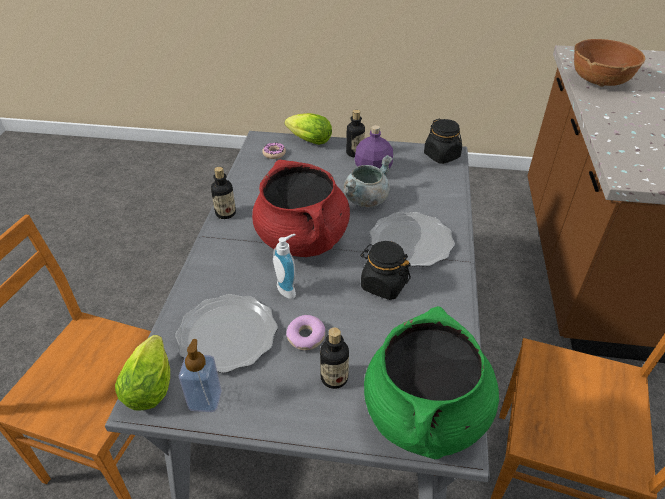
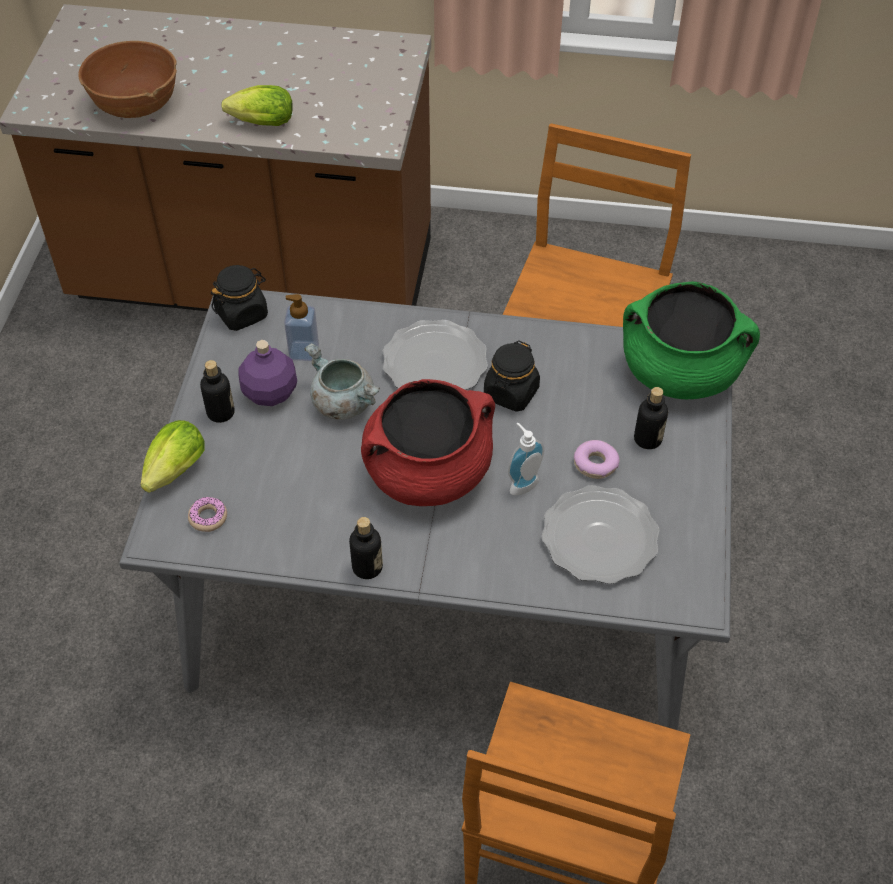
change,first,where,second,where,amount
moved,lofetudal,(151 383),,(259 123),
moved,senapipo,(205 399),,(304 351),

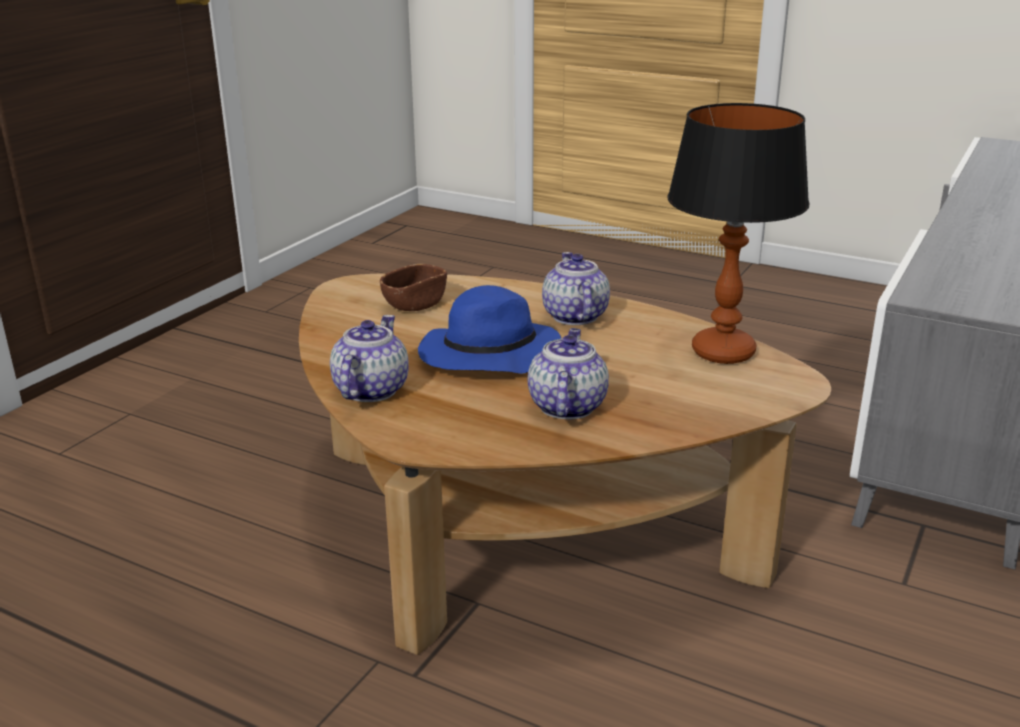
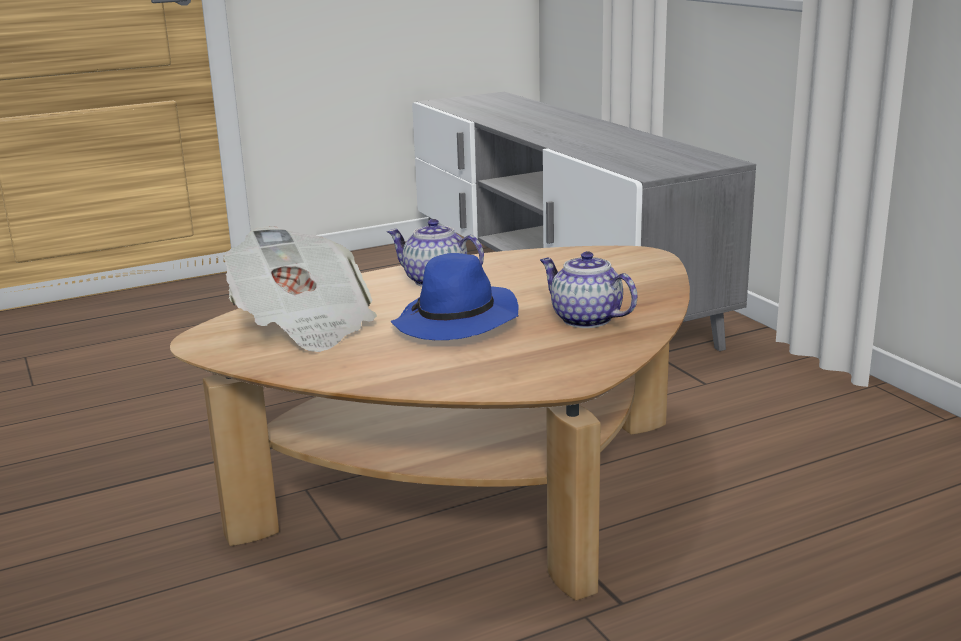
change,first,where,second,where,amount
removed,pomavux,(370 390),,,
removed,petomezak,(724 352),,,
replaced,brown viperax,(414 304),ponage,(304 325),

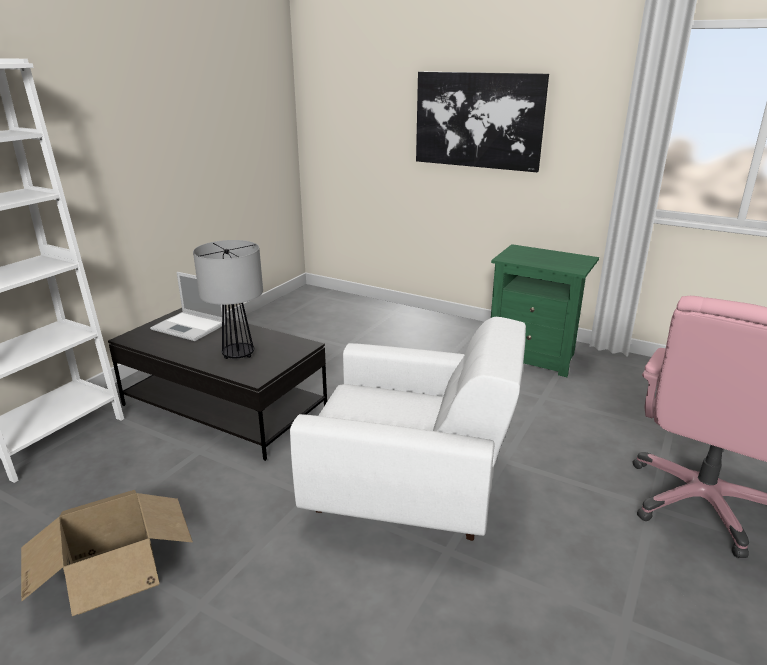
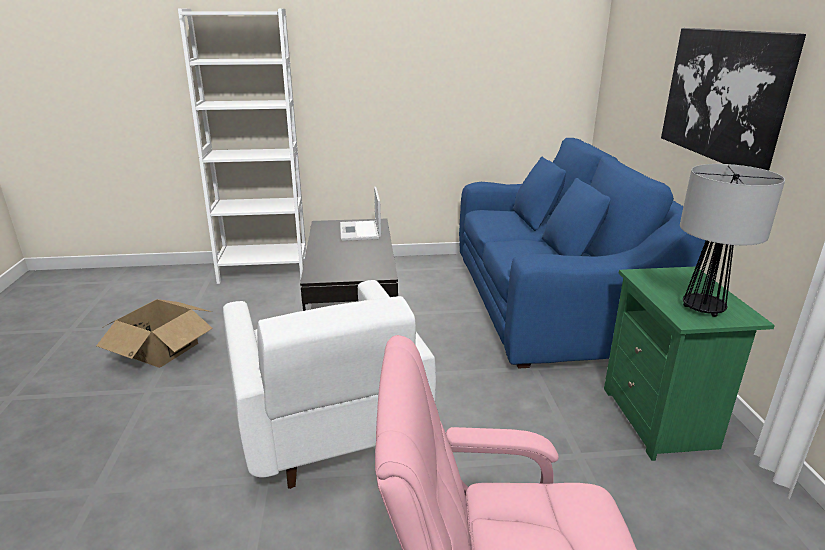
change,first,where,second,where,amount
added,,,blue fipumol,(548 302),
moved,petomezak,(239 354),,(703 309),

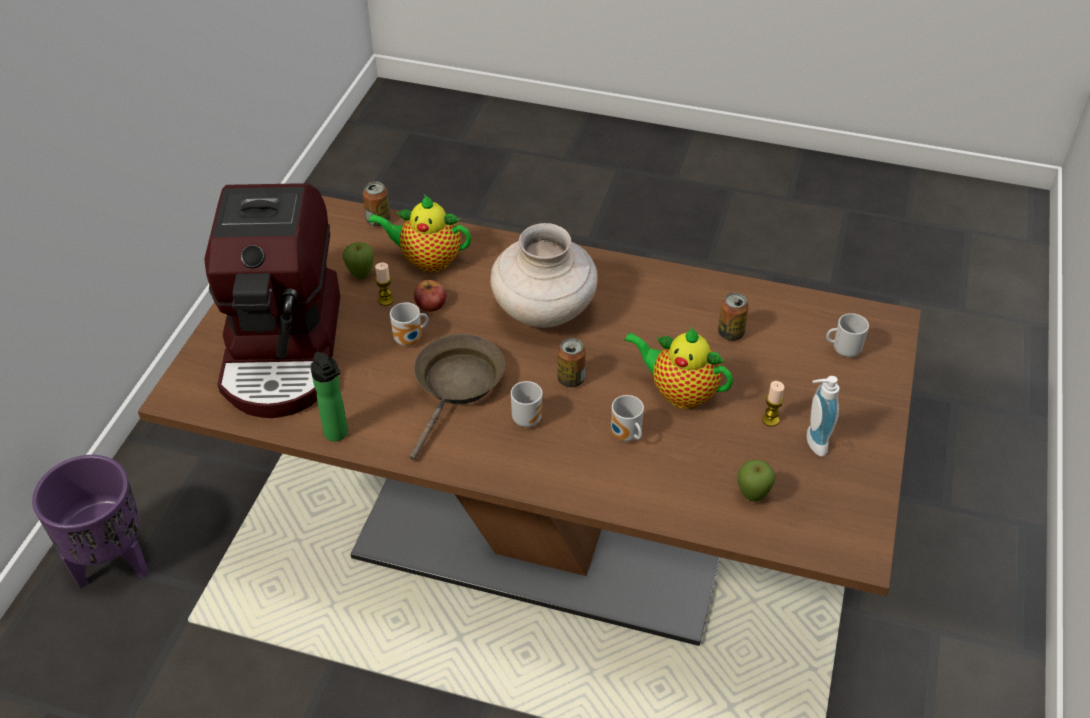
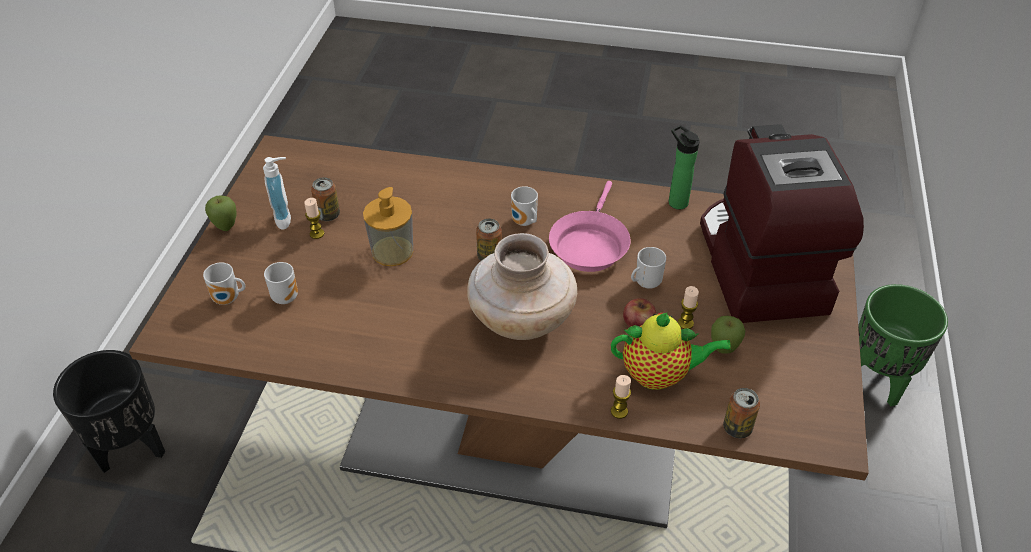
change,first,where,second,where,amount
added,,,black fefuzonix,(132 448),
added,,,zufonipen,(619 411),
moved,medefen,(625 436),,(285 296),
moved,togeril,(730 333),,(328 215),
moved,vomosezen,(752 497),,(226 227),
replaced,pomavux,(679 392),senapipo,(392 251),
recoloured,purple fefuzonix,(113 564),green fefuzonix,(876 381),
recoloured,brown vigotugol,(457 386),pink vigotugol,(589 244),

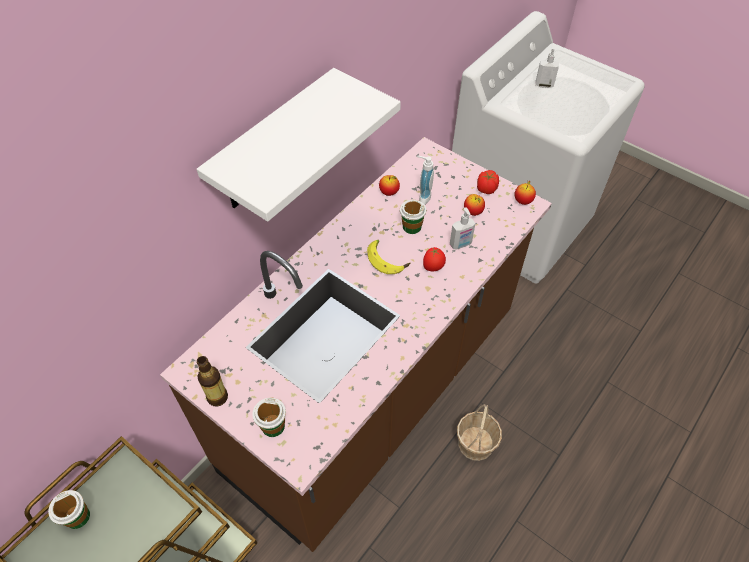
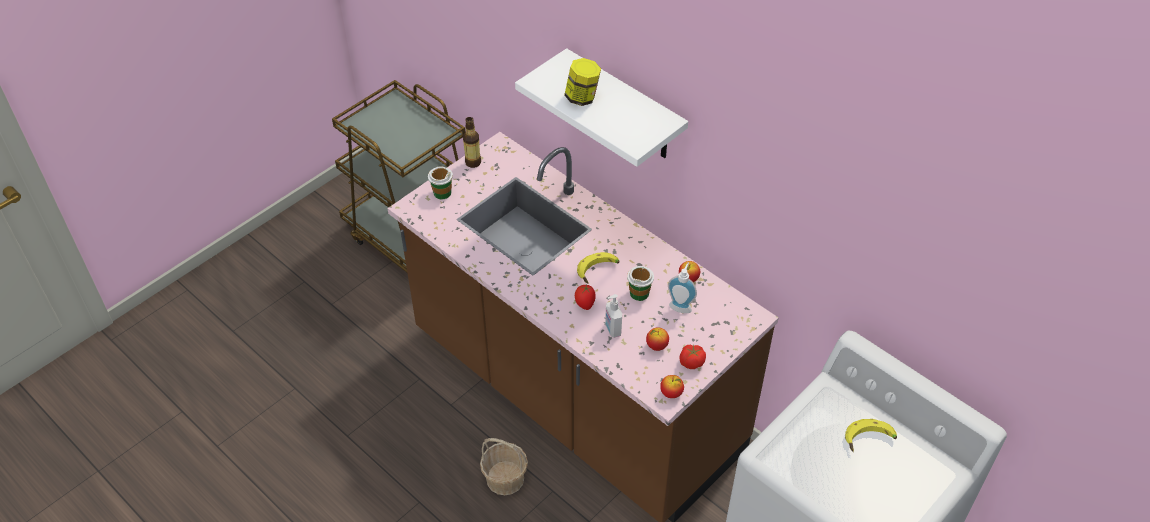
change,first,where,second,where,amount
removed,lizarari,(78 517),,,
added,,,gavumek,(582 98),
replaced,senapipo,(544 85),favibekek,(869 440),

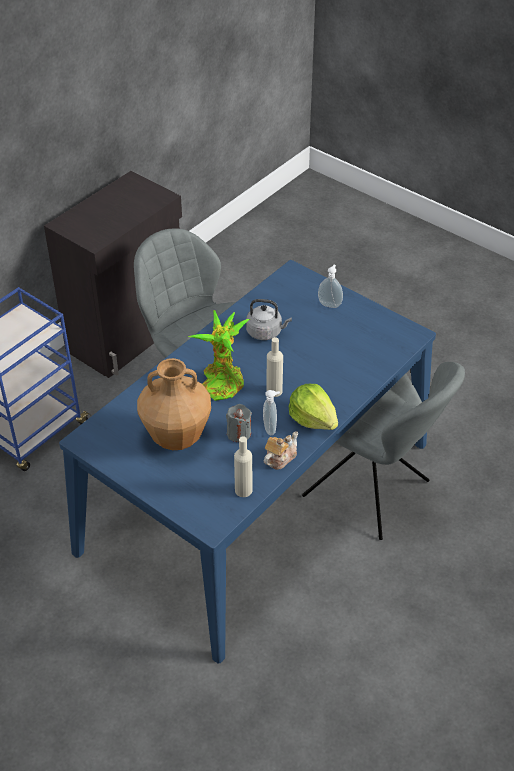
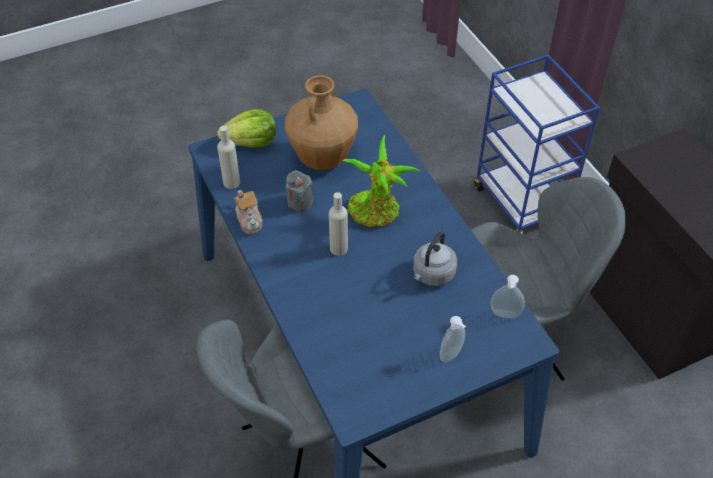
change,first,where,second,where,amount
moved,senapipo,(271 428),,(505 315),
moved,lofetudal,(313 418),,(251 142),

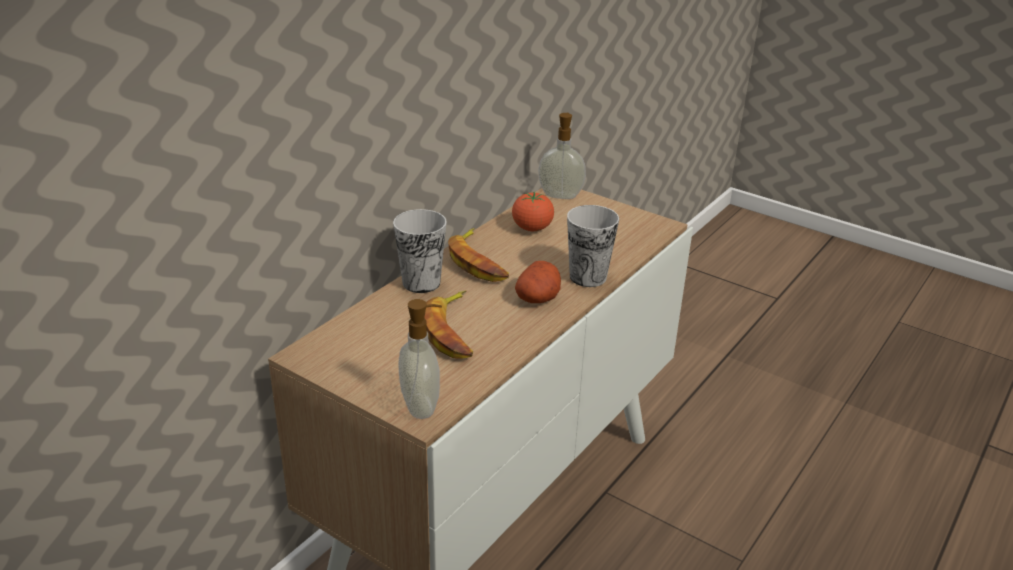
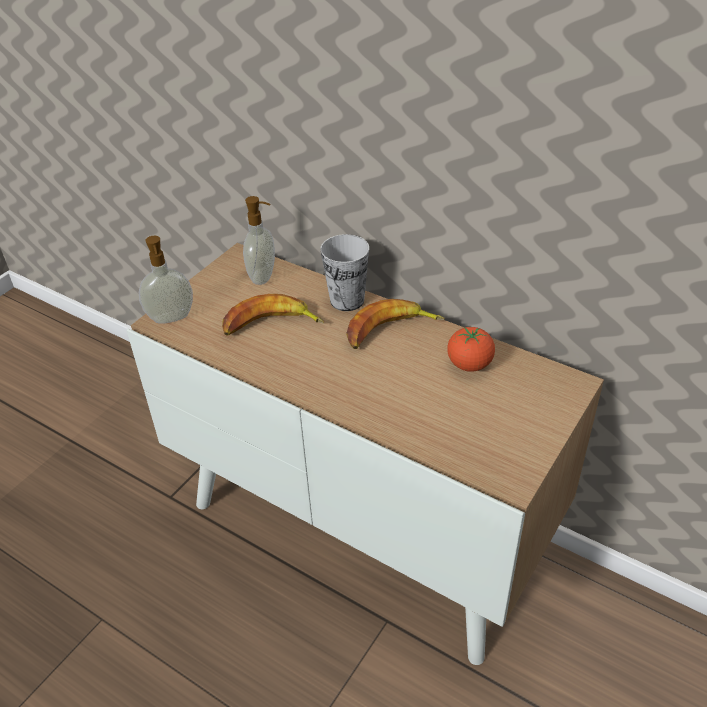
change,first,where,second,where,amount
removed,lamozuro,(538 298),,,
removed,lizarari,(588 277),,,
moved,senapipo,(560 195),,(263 276),

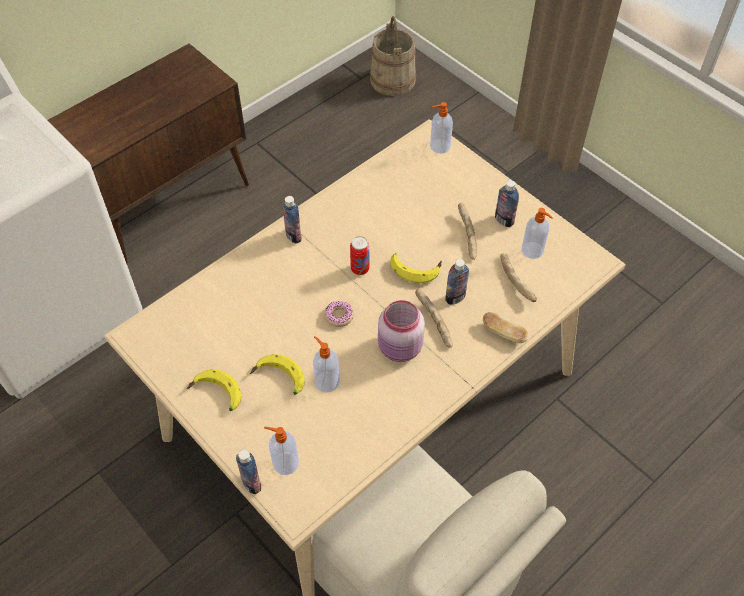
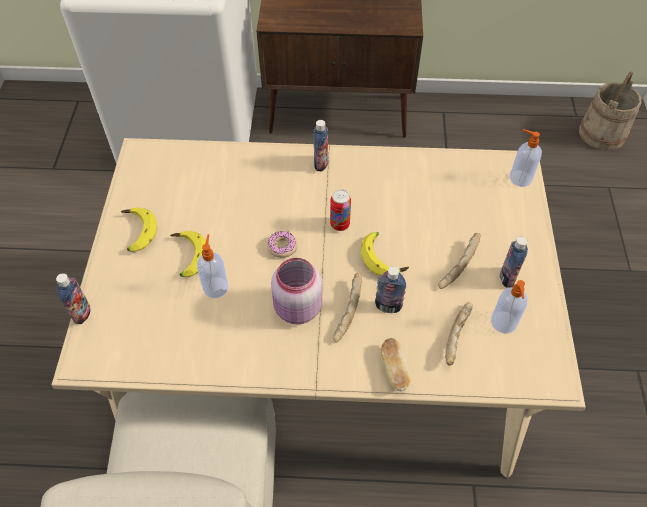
change,first,where,second,where,amount
removed,senapipo,(284 463),,,

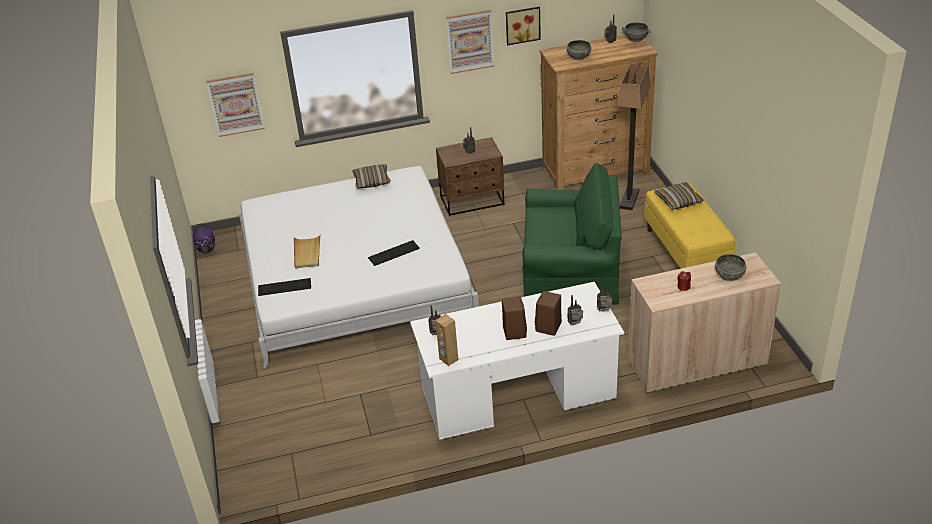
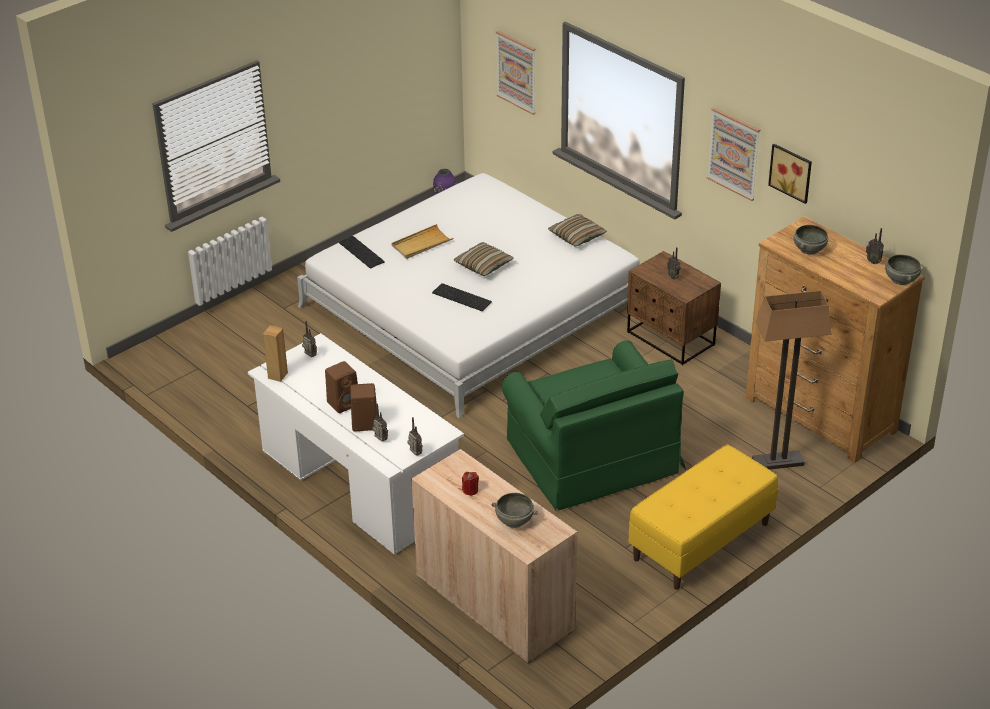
change,first,where,second,where,amount
moved,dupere,(678 201),,(483 265),

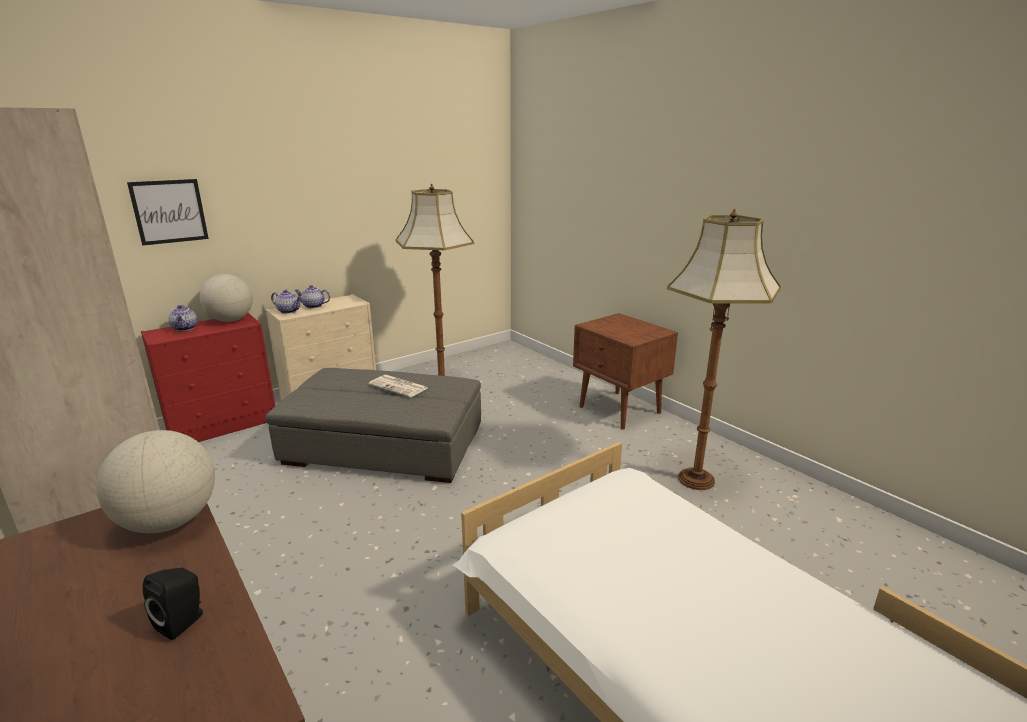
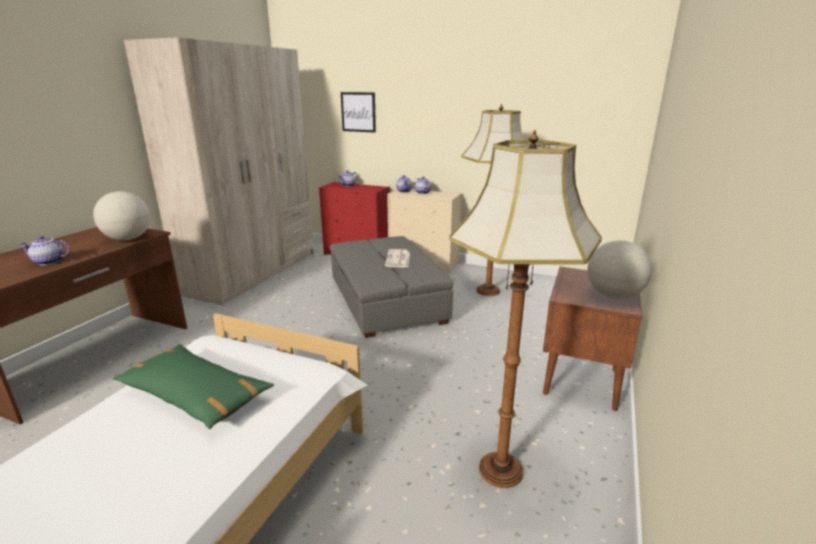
change,first,where,second,where,amount
added,,,green dupere,(195 396),
moved,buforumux,(231 320),,(614 296),
replaced,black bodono,(183 621),pomavux,(48 262),

